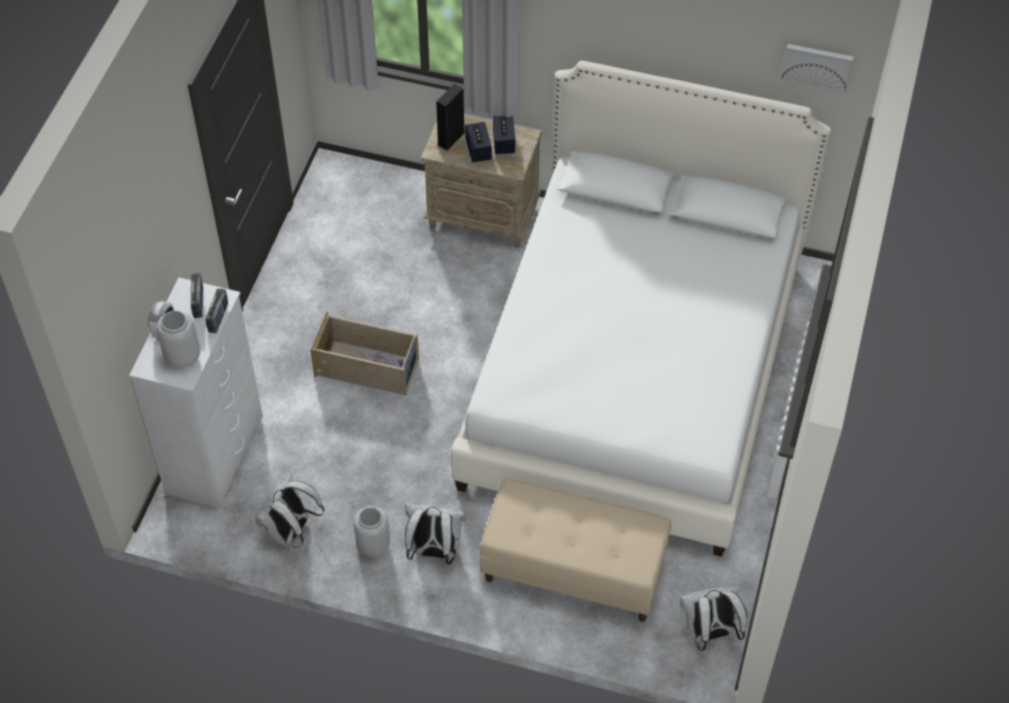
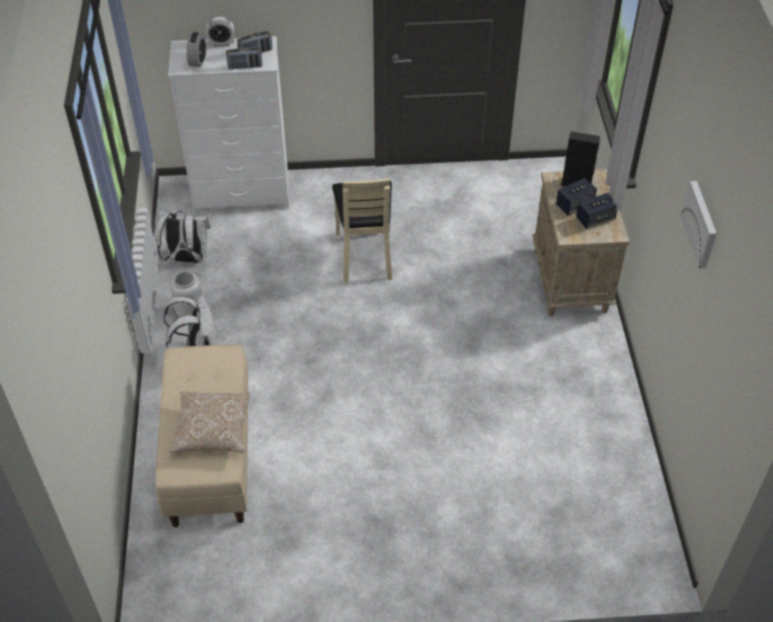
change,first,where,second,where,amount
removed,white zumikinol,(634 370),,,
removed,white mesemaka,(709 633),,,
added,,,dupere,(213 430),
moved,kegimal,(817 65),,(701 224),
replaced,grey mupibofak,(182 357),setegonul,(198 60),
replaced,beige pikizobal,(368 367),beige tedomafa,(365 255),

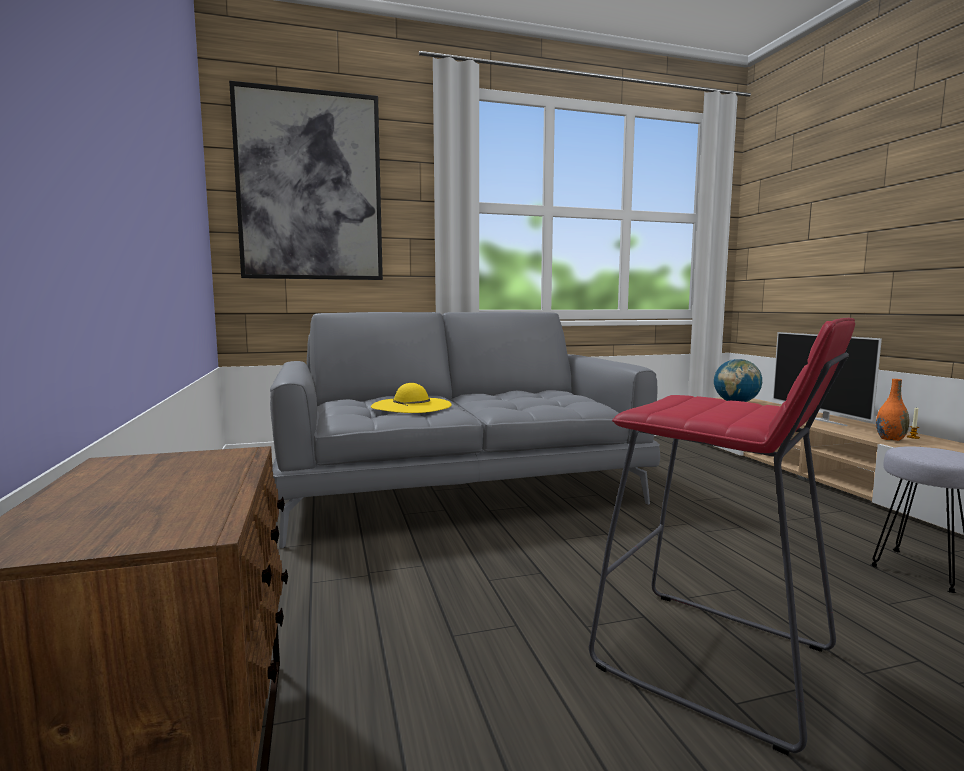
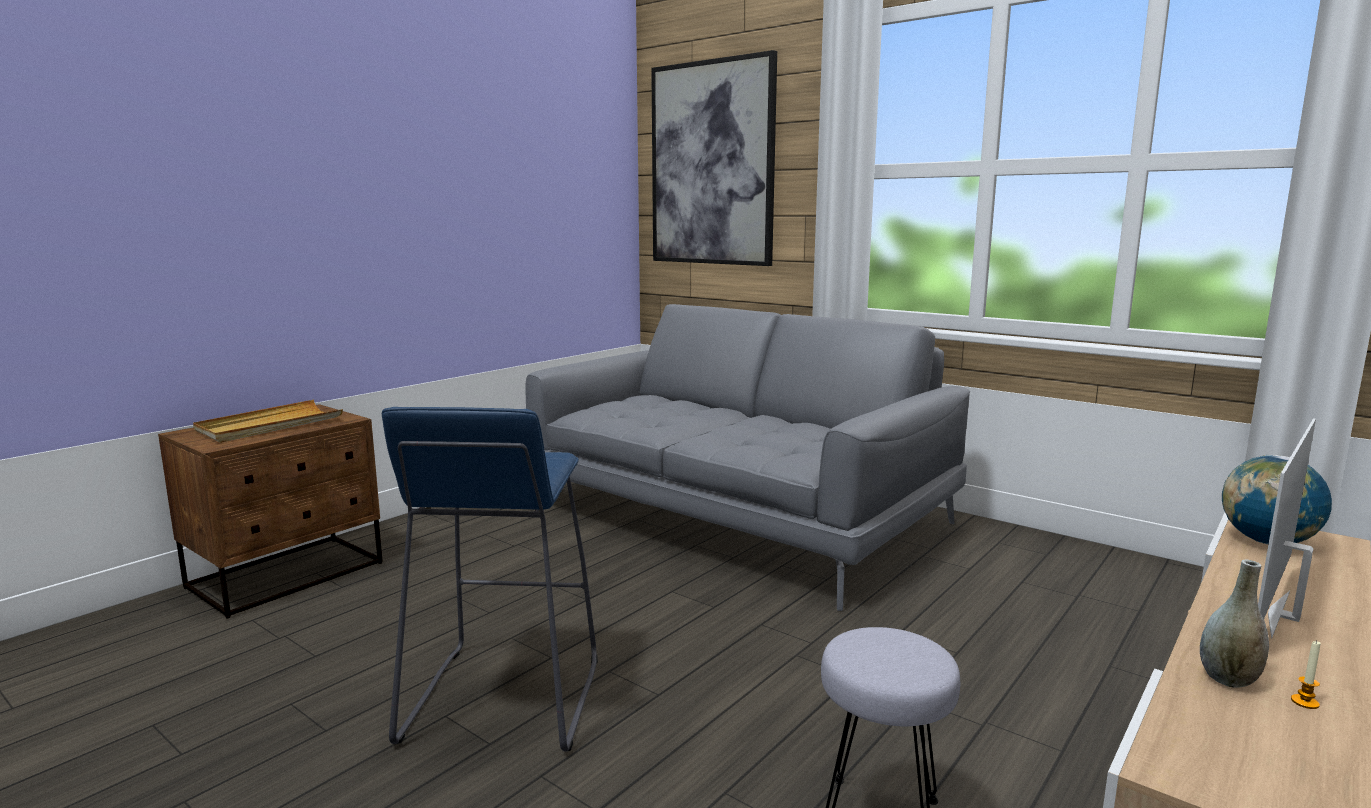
change,first,where,second,where,amount
removed,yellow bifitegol,(411 406),,,
added,,,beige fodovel,(269 426),
recoloured,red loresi,(714 660),blue loresi,(502 699),
recoloured,orange mupibofak,(890 439),grey mupibofak,(1228 679),

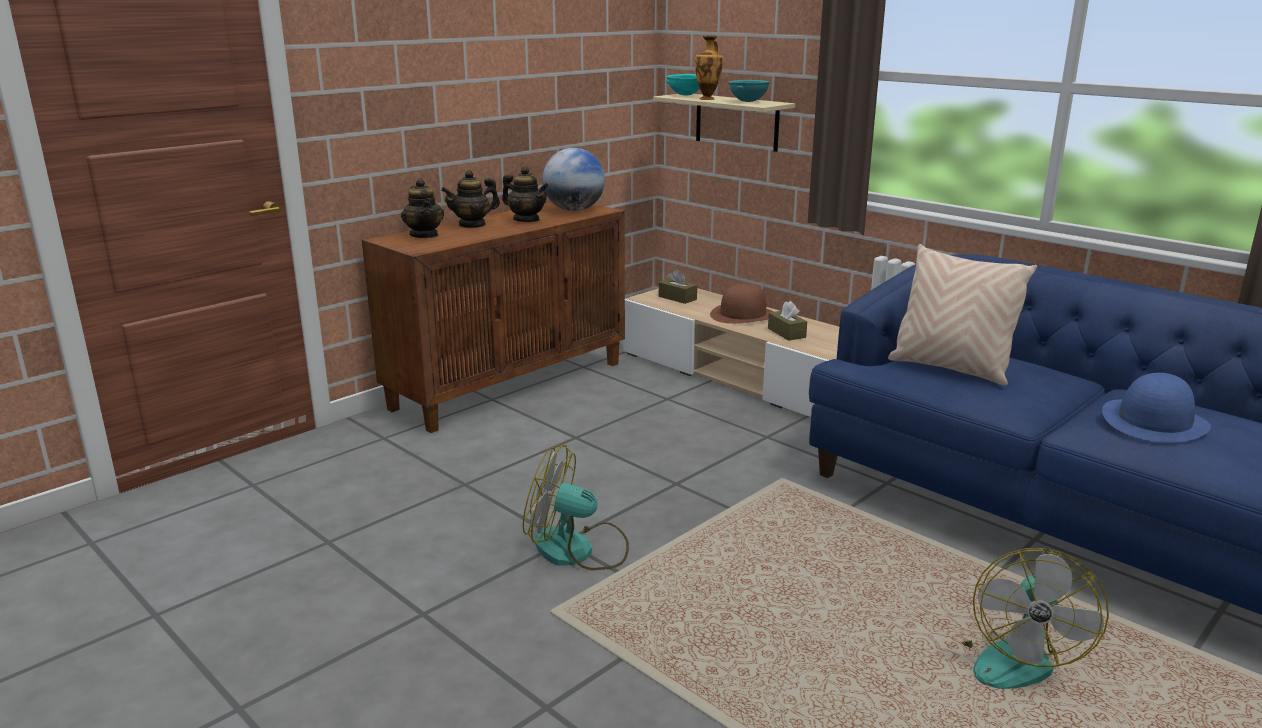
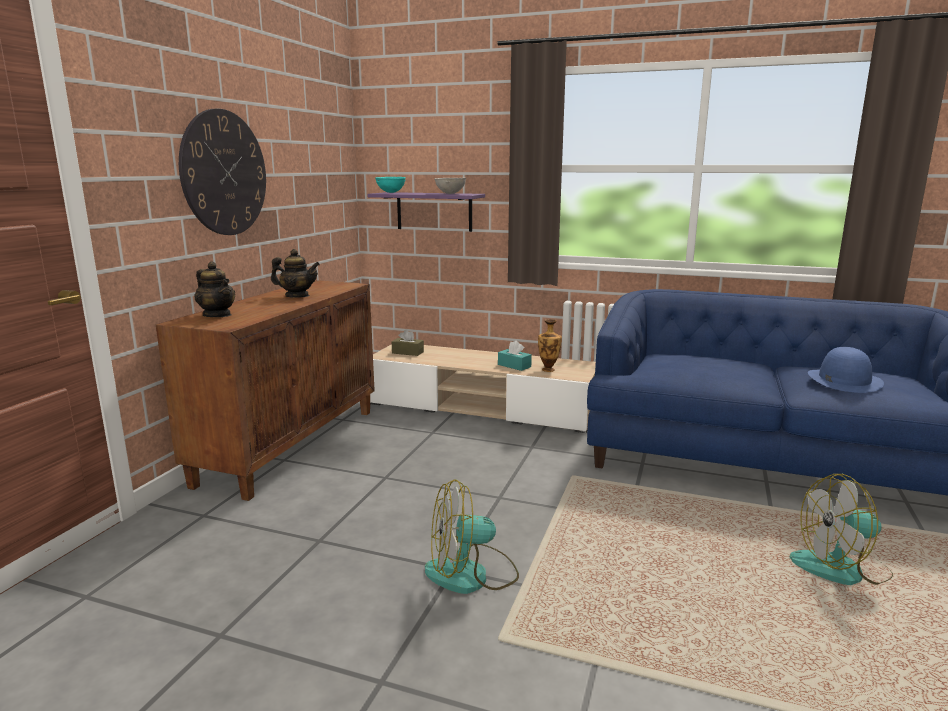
change,first,where,second,where,amount
removed,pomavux,(472 225),,,
removed,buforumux,(574 210),,,
removed,brown bifitegol,(743 315),,,
removed,beige dupere,(950 368),,,
added,,,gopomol,(224 173),
moved,mupibofak,(708 99),,(548 369),
recoloured,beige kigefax,(736 122),purple kigefax,(434 211),
recoloured,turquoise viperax,(747 101),grey viperax,(449 193),
recoloured,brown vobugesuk,(786 333),turquoise vobugesuk,(514 366),
turned,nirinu,(1012 656),,(841 568),90 degrees clockwise

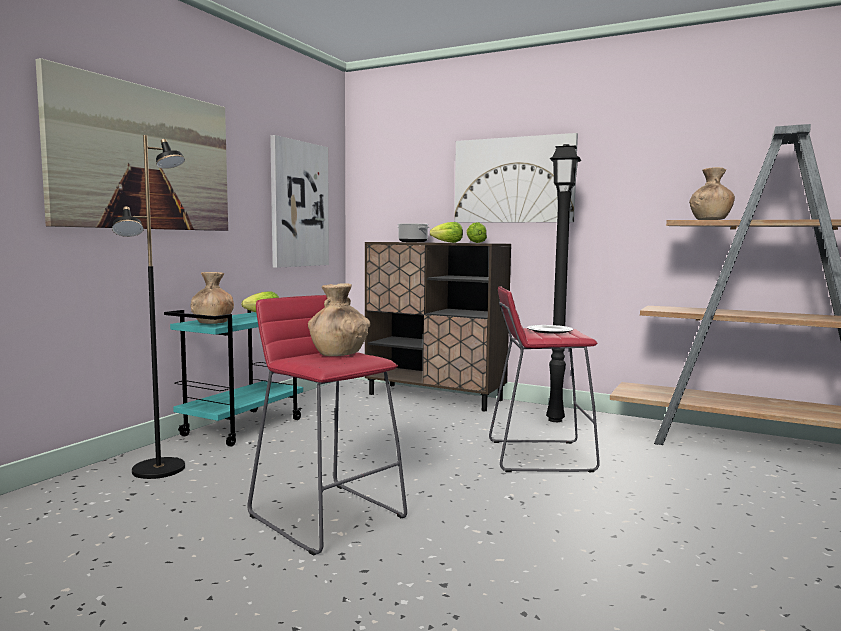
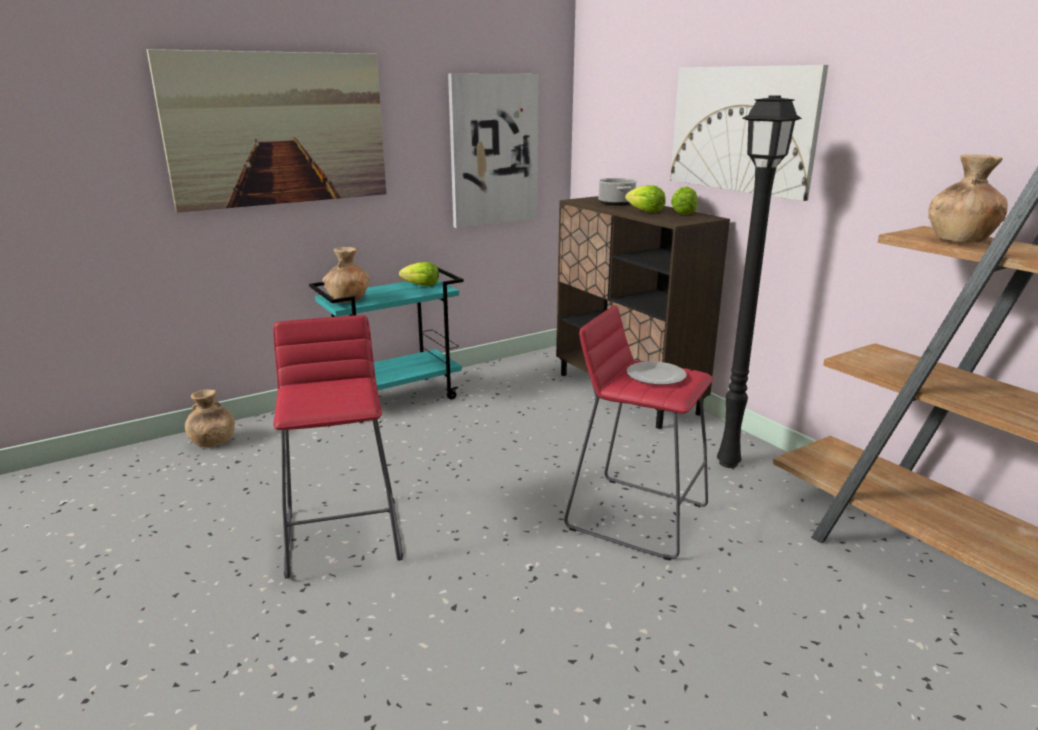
change,first,where,second,where,amount
removed,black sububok,(159 469),,,
moved,brown mupibofak,(338 354),,(213 442),

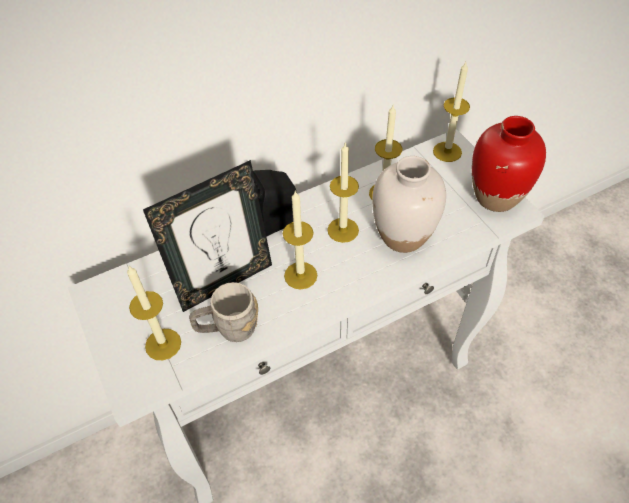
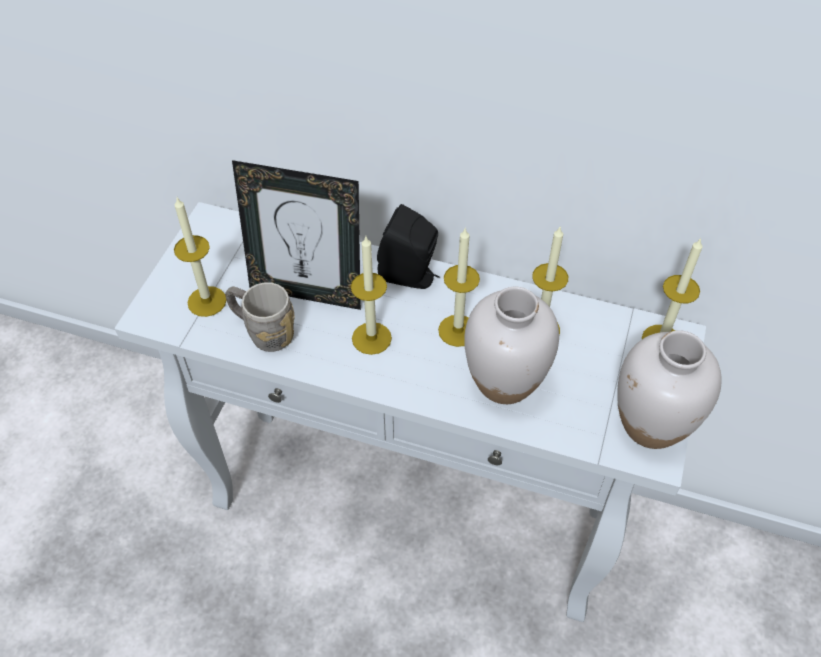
change,first,where,second,where,amount
recoloured,red mupibofak,(496 197),white mupibofak,(651 425),

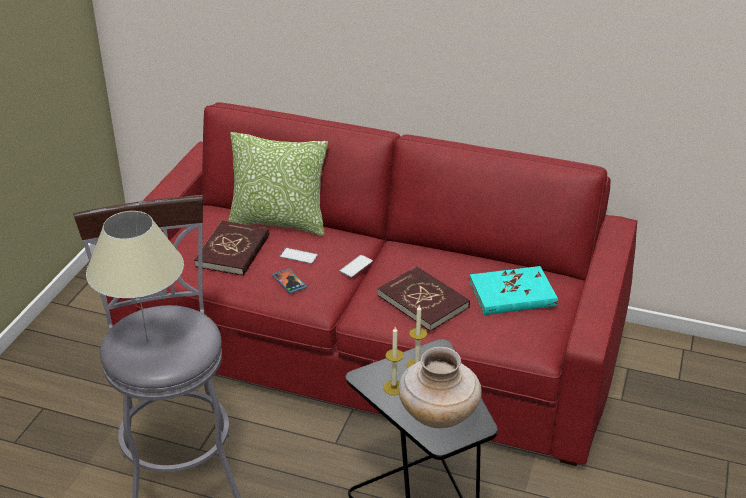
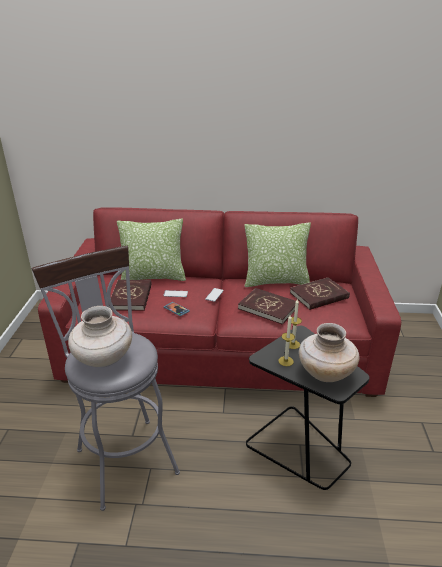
change,first,where,second,where,amount
added,,,dupere,(276 281),
replaced,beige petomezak,(147 343),beige mupibofak,(103 359),
recoloured,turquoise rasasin,(512 294),red rasasin,(319 295),

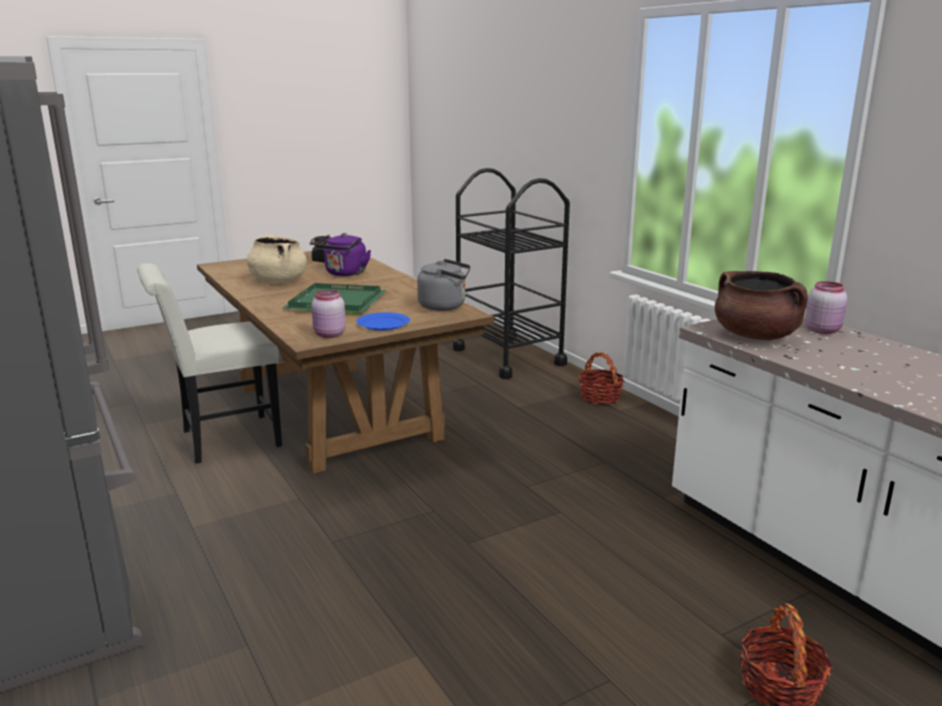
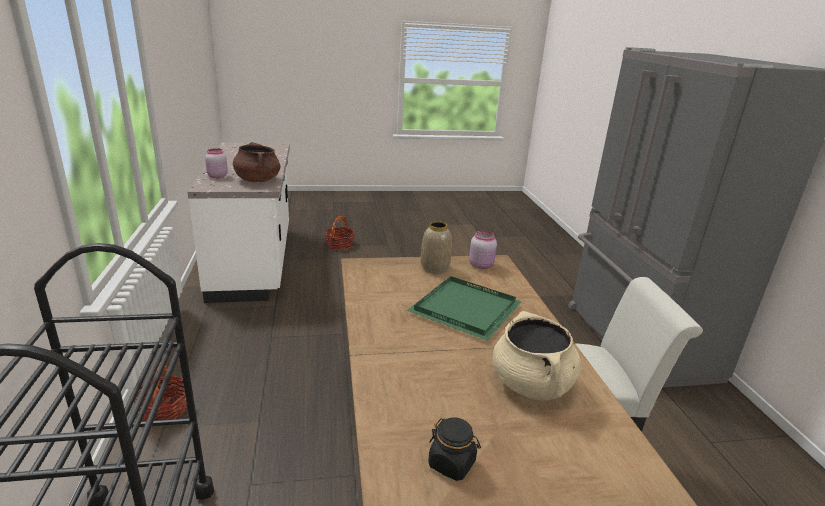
change,first,where,second,where,amount
removed,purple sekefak,(345 274),,,
removed,grey sekefak,(445 306),,,
replaced,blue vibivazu,(383 323),mupibofak,(434 268),

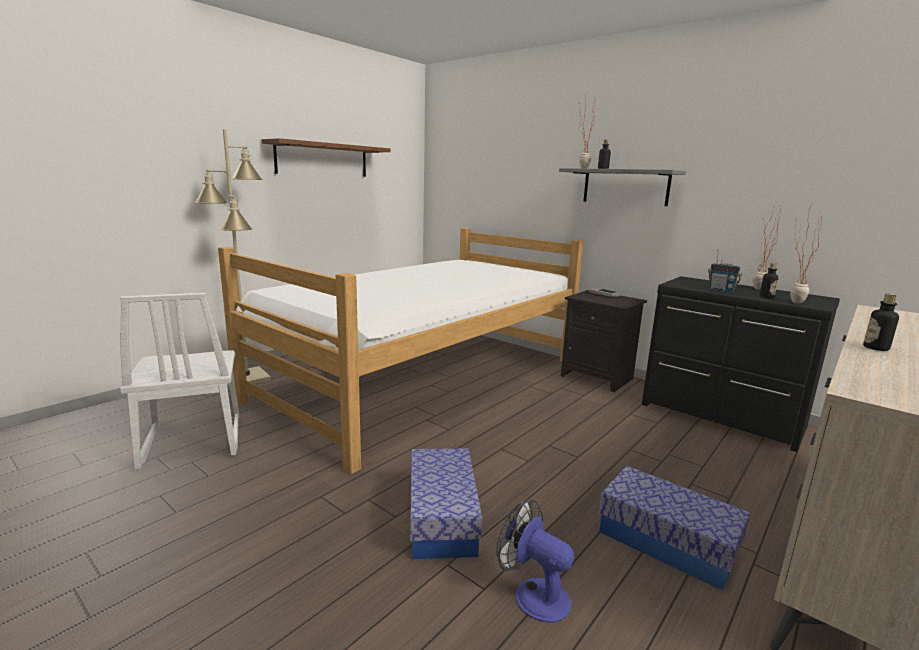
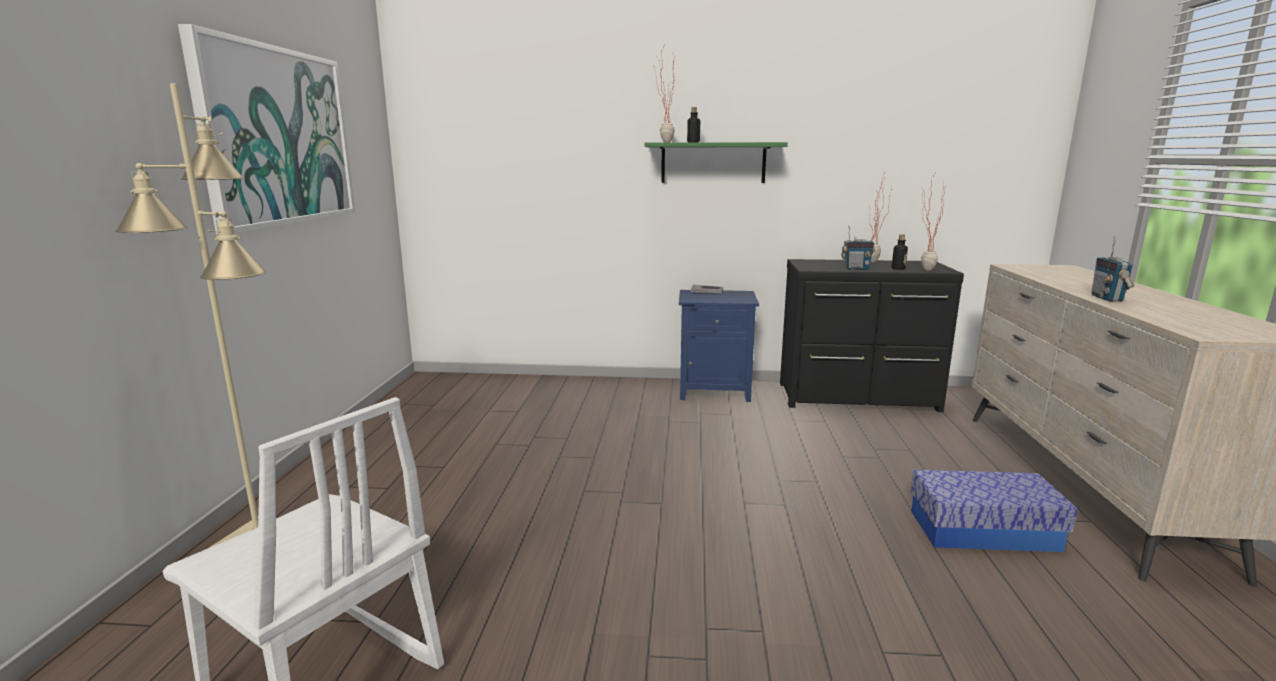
change,first,where,second,where,amount
removed,zumikinol,(425 379),,,
removed,pikizobal,(442 518),,,
removed,nirinu,(533 594),,,
replaced,brown kigefax,(322 160),kegimal,(278 137),
replaced,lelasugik,(876 348),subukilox,(1107 298),
recoloured,grey kigefax,(625 187),green kigefax,(713 163),
recoloured,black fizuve,(598 377),blue fizuve,(715 390),

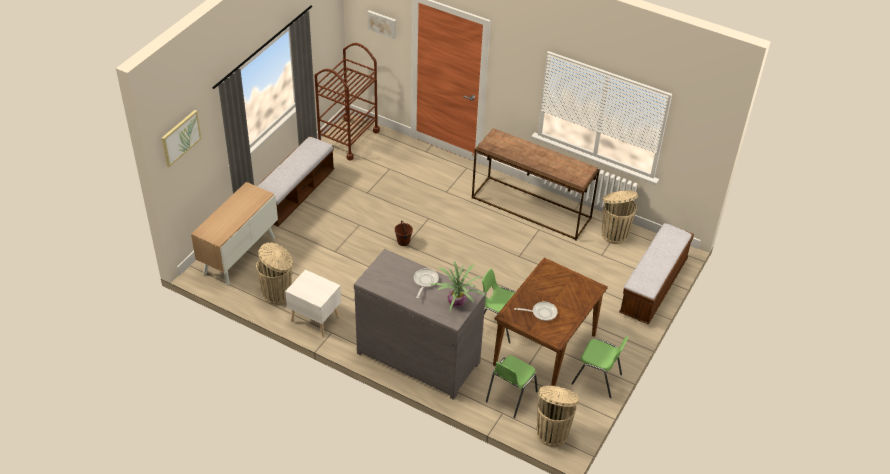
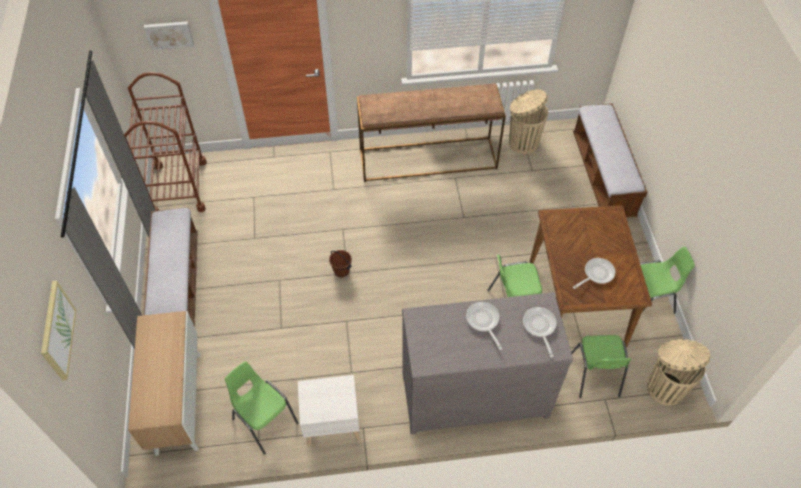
change,first,where,second,where,amount
replaced,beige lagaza,(278 294),green tedomafa,(264 421),
replaced,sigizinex,(456 304),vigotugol,(539 327),

